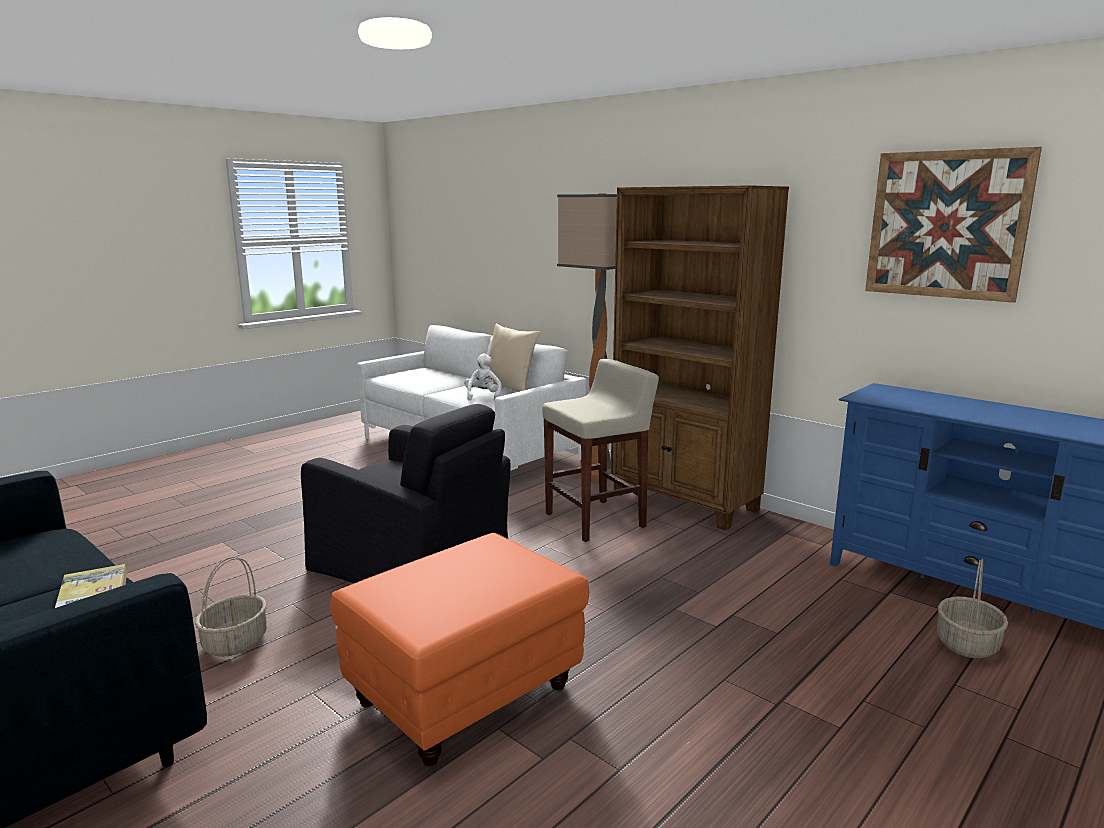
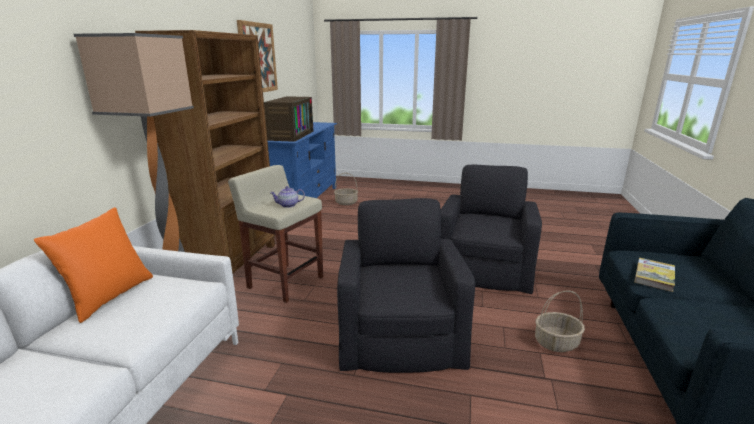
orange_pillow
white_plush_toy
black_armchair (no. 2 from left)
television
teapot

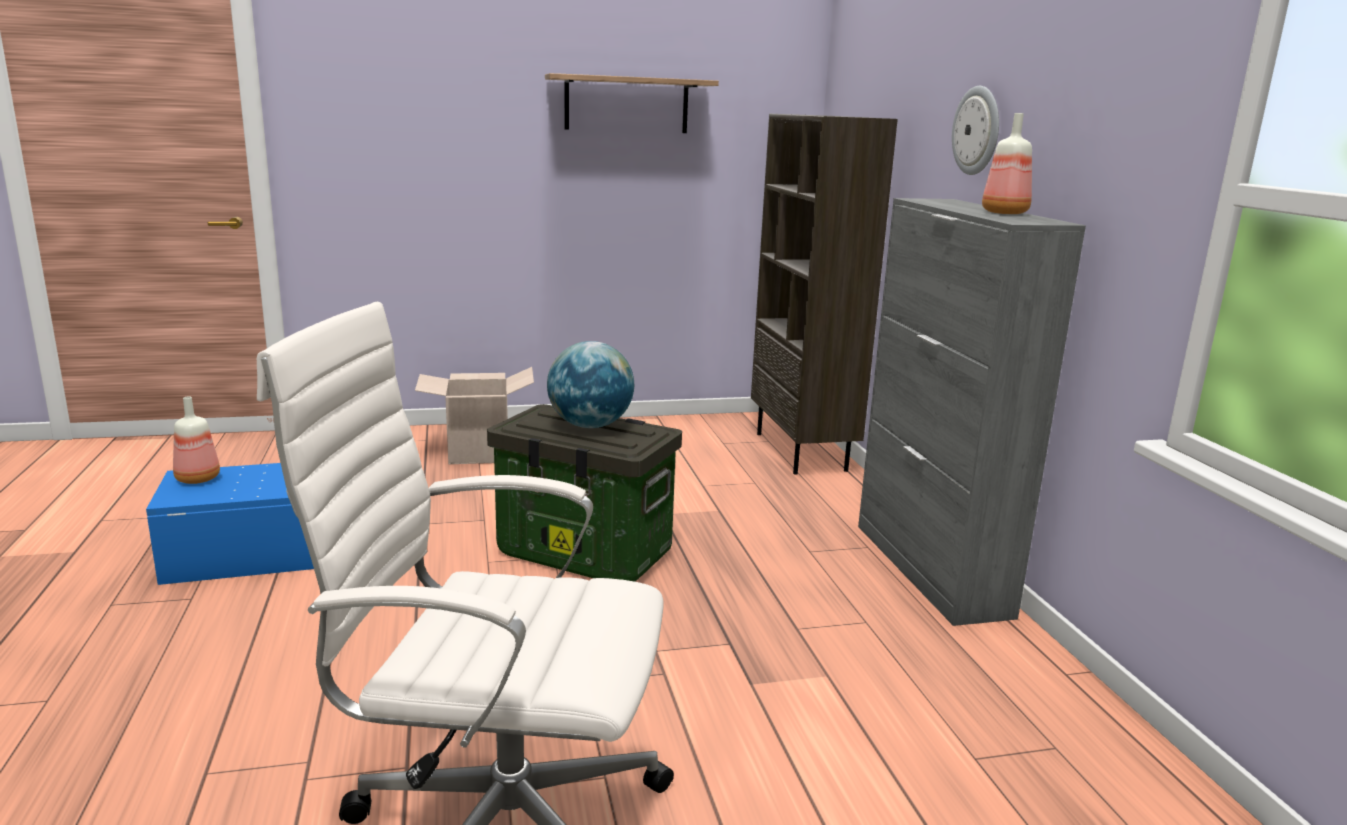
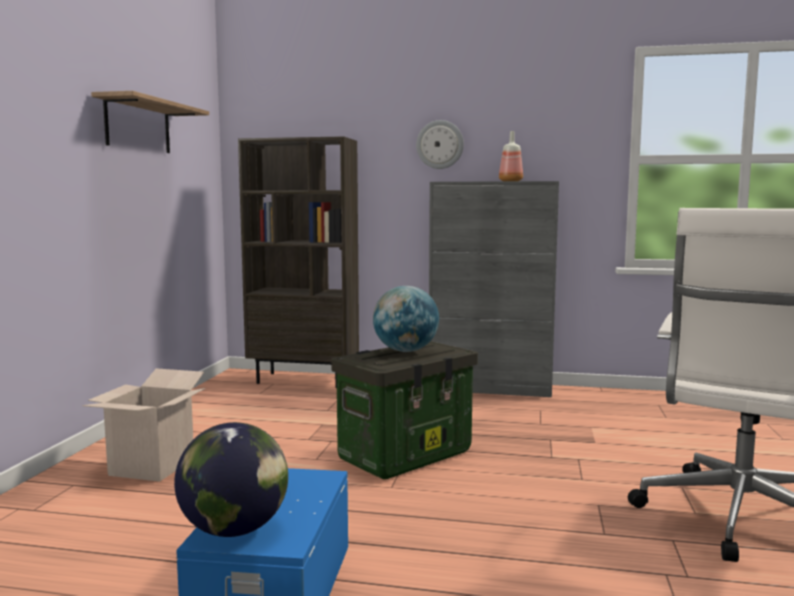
globe (no. 1 from left)

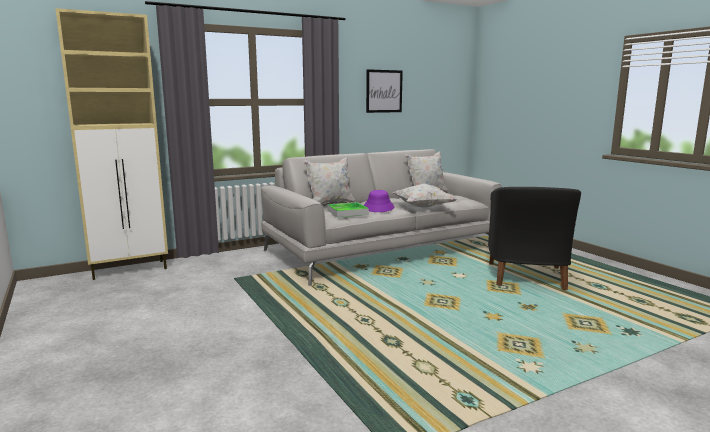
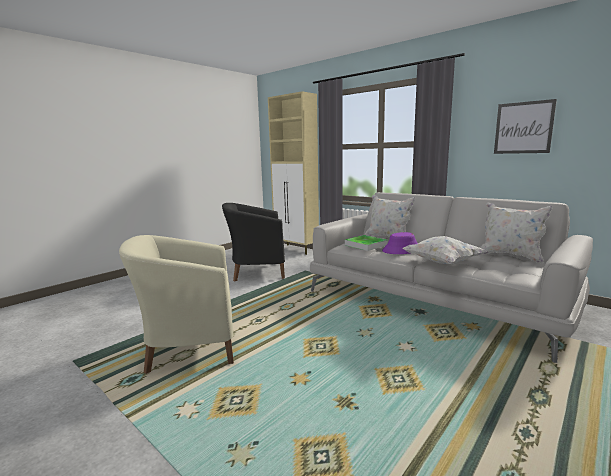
black_armchair
beige_armchair

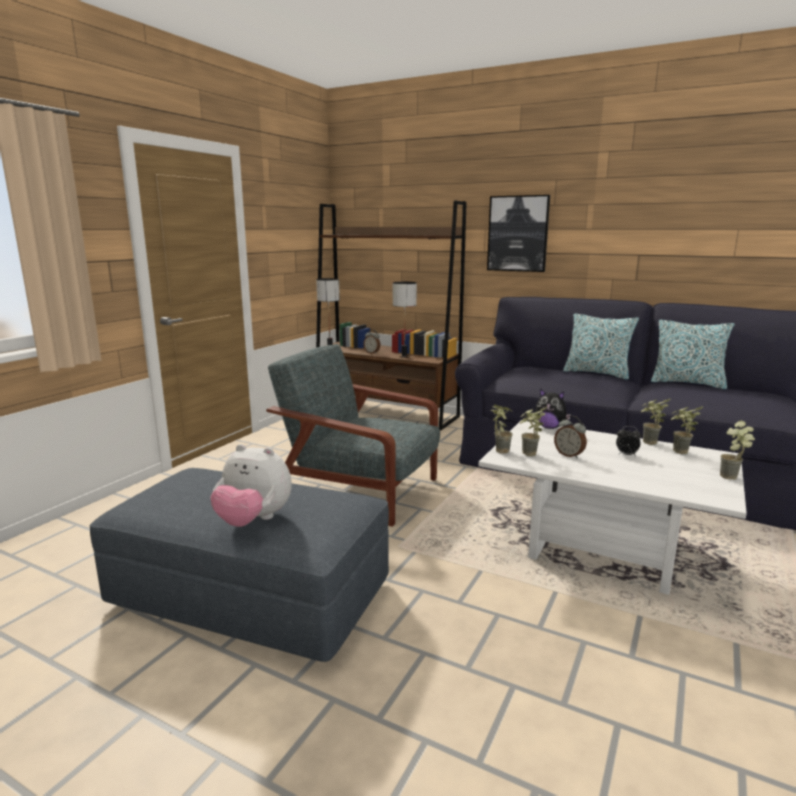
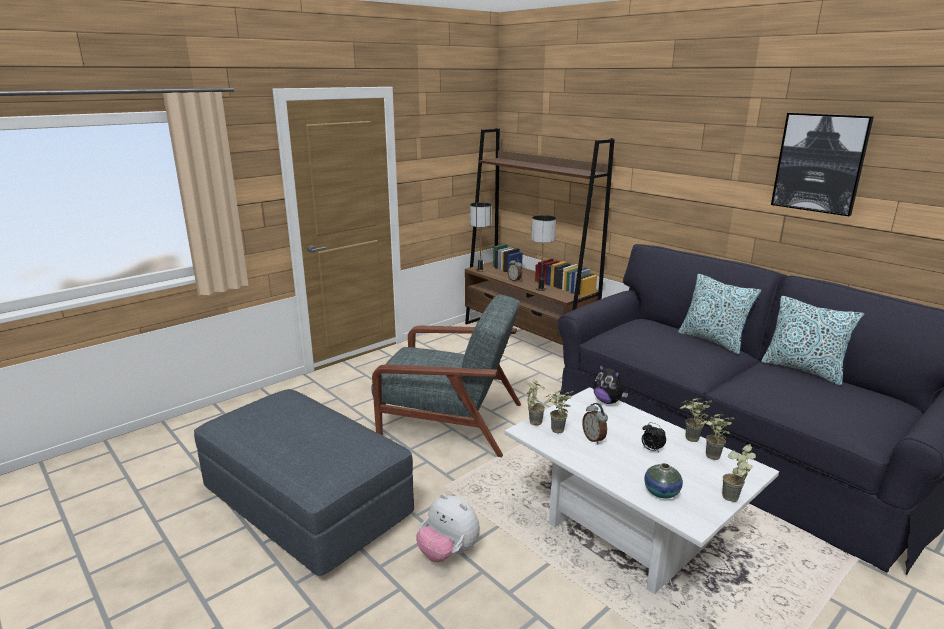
picture
grey_armchair
plush_toy (no. 1 from left)
vase

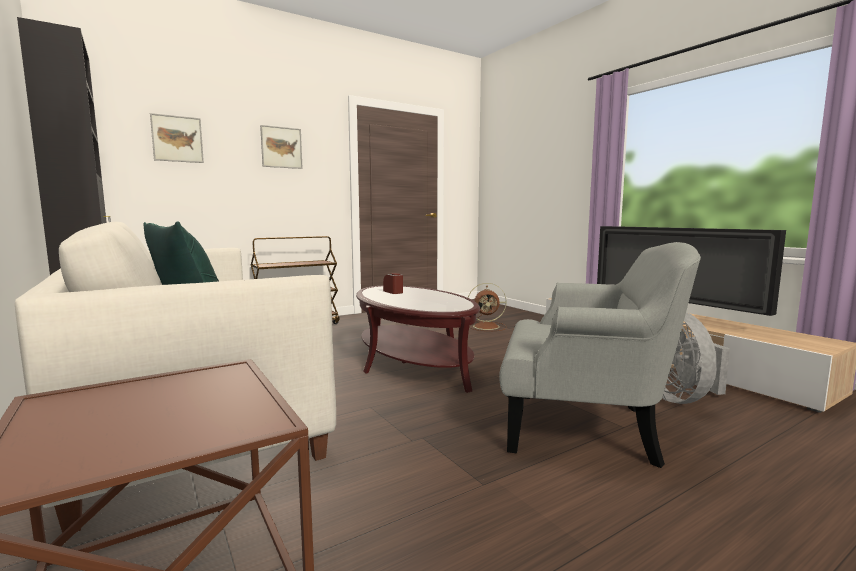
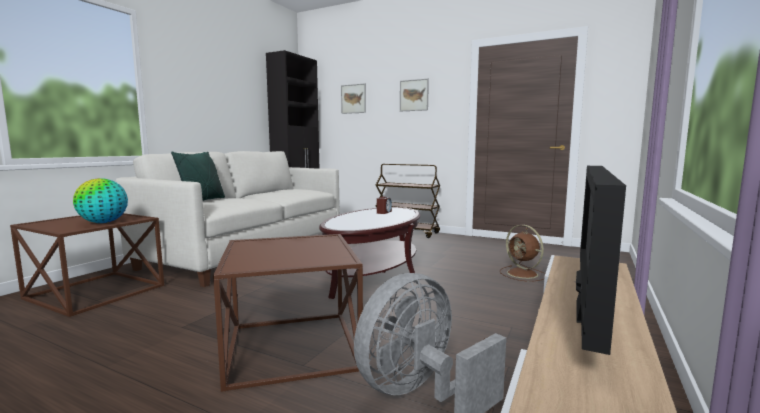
brown_side_table (no. 2 from left)
globe

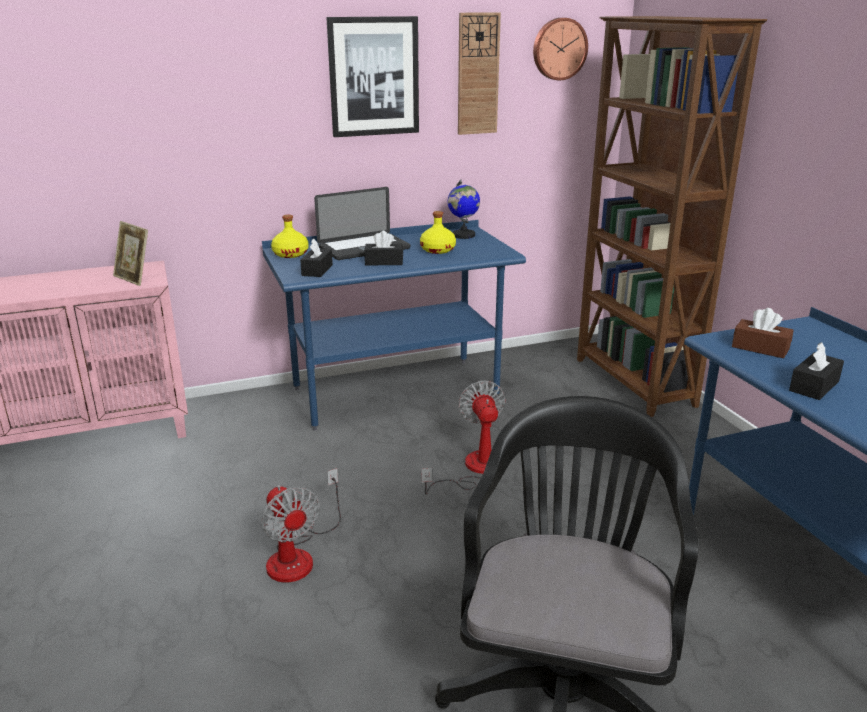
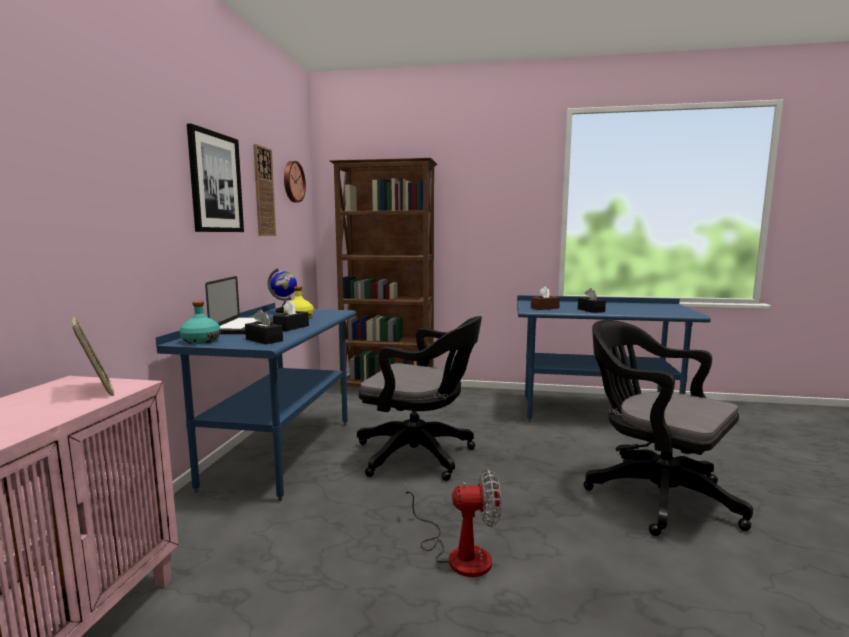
turquoise_bottle
picture_frame
black_office_chair (no. 1 from left)

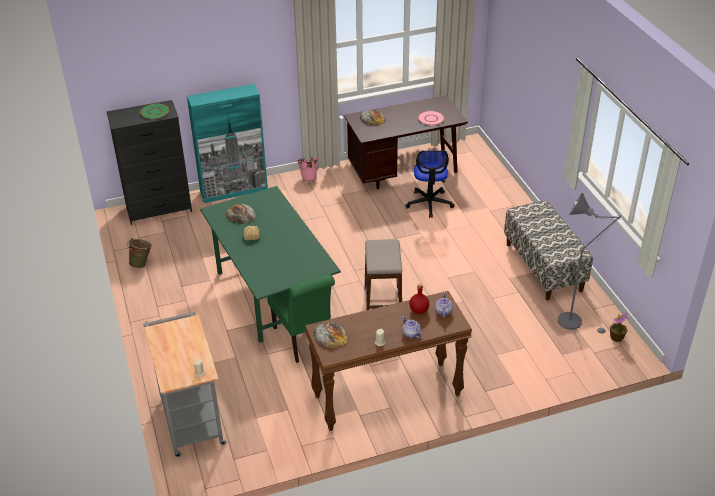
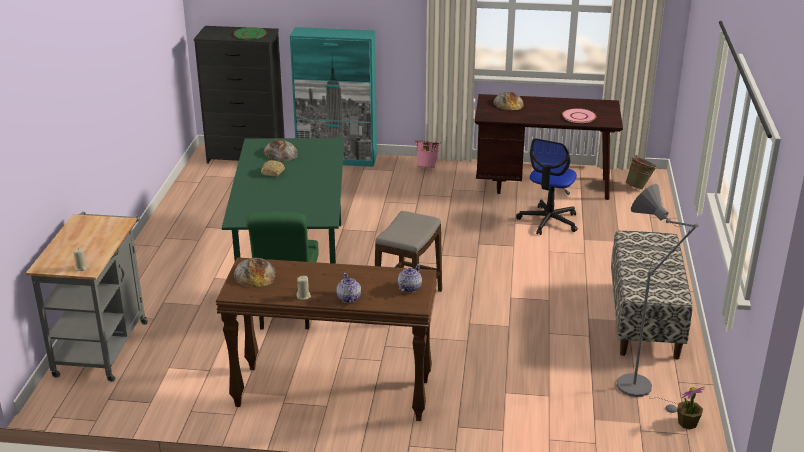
green_bucket
red_bottle

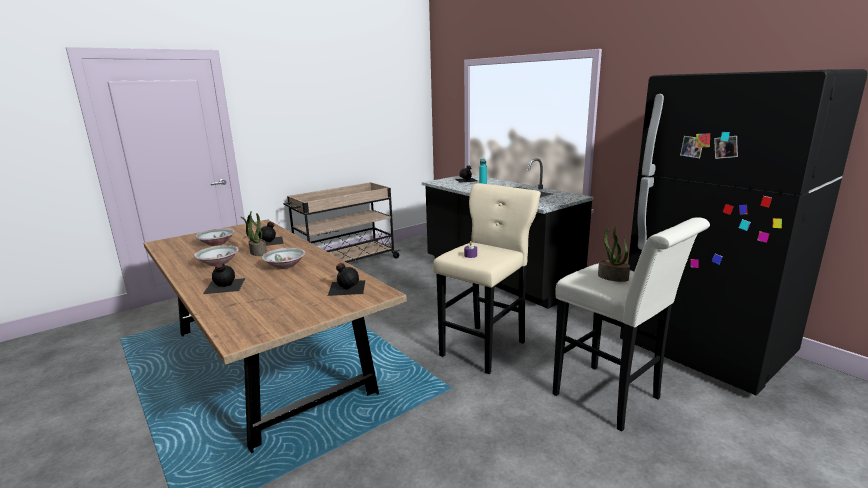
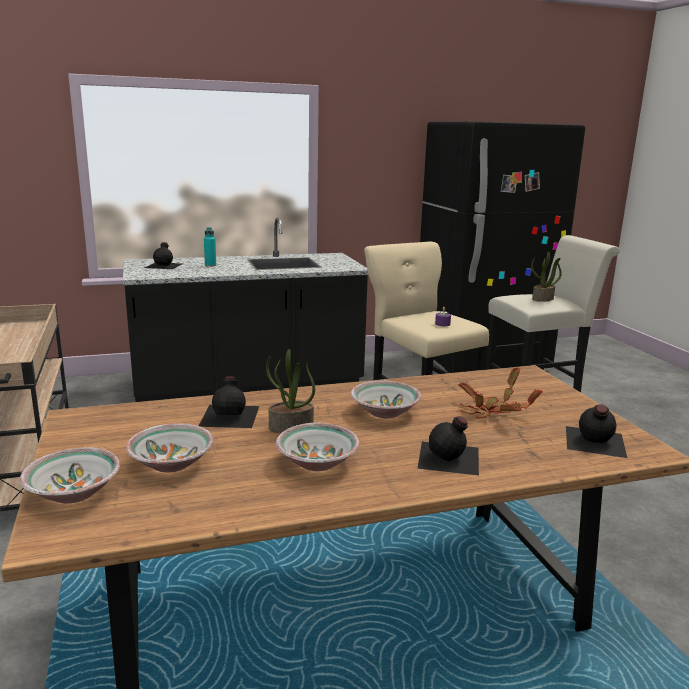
black_bottle (no. 4 from left)
potted_plant (no. 2 from left)
bowl (no. 1 from left)

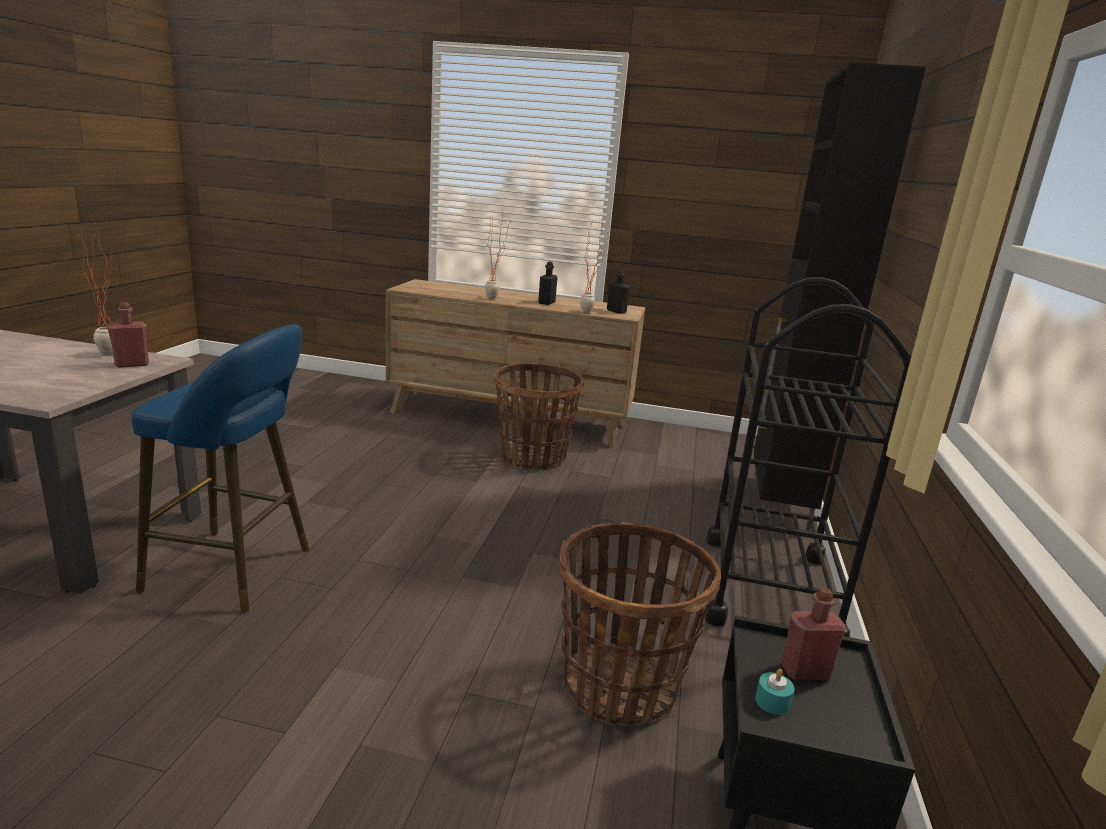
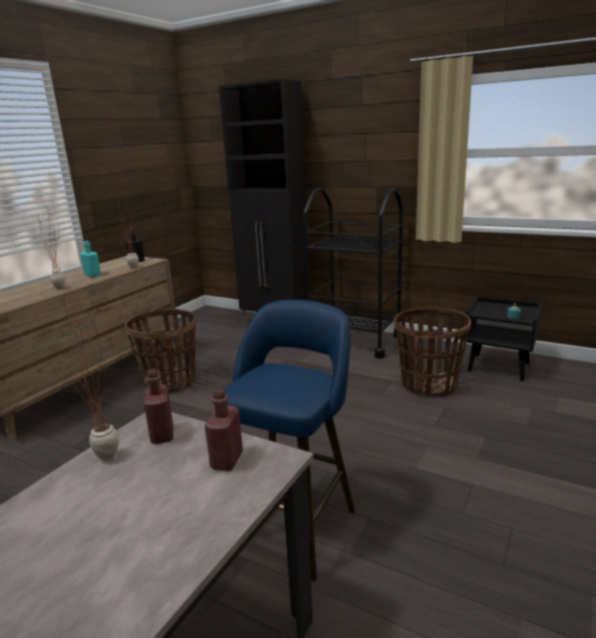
turquoise_bottle
red_bottle (no. 2 from left)

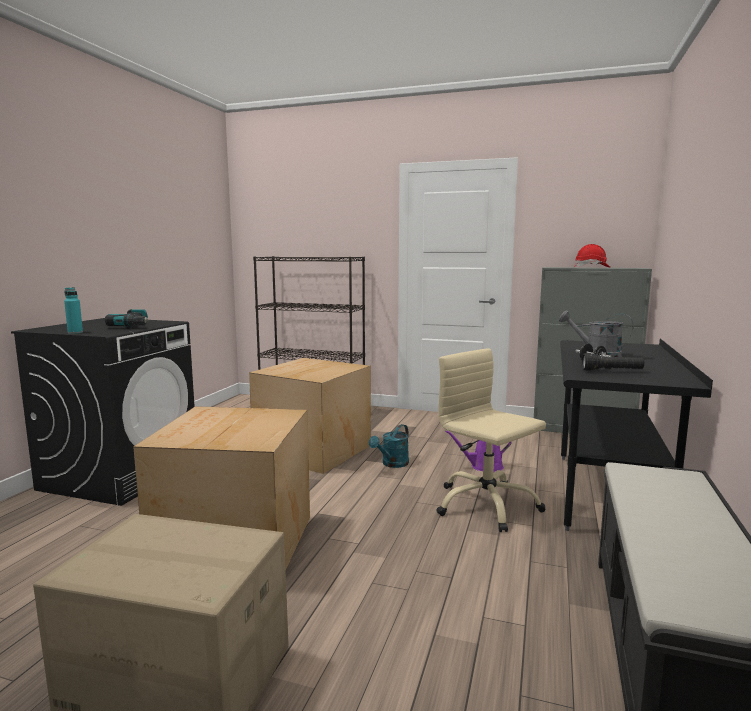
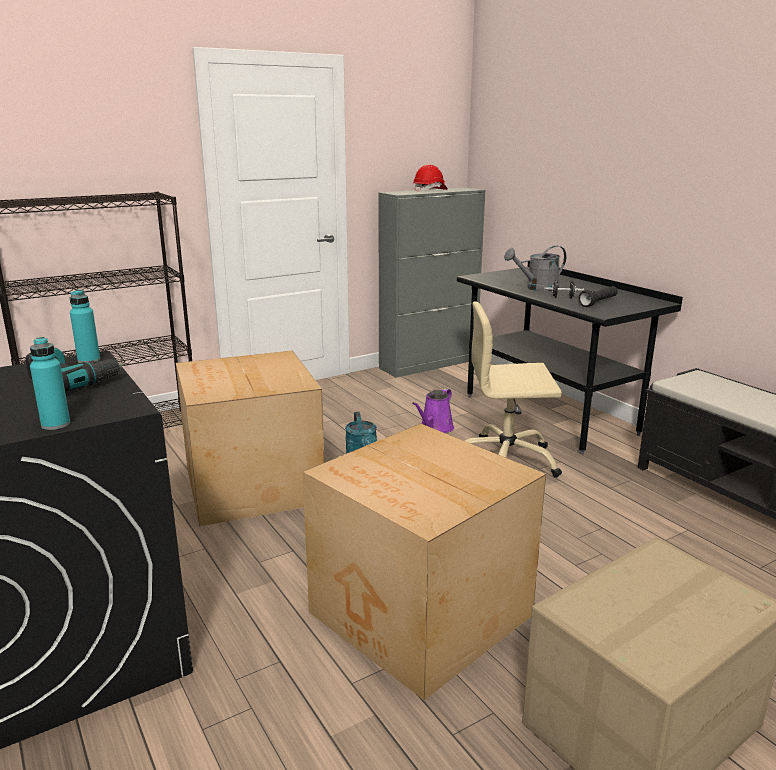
turquoise_bottle (no. 2 from left)

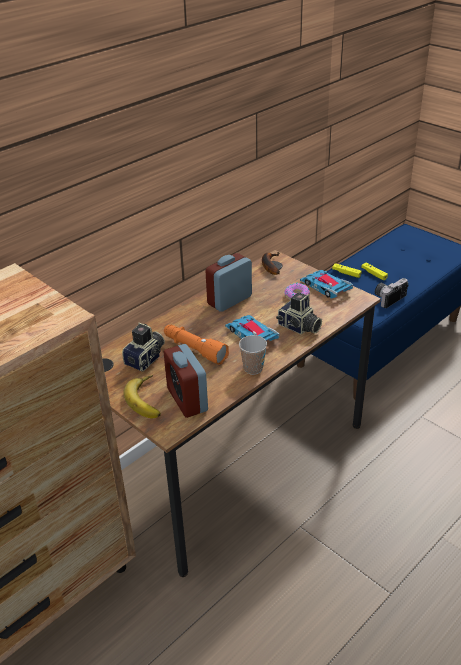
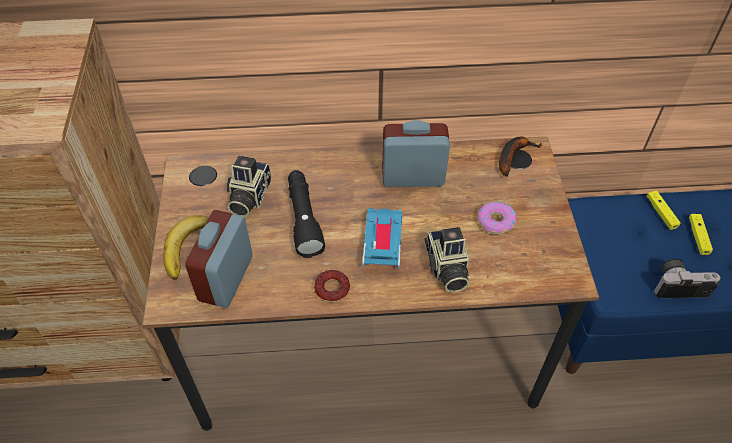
toy_car (no. 2 from left in the first image)
photo_camera (no. 1 from left)
black_flashlight
donut (no. 1 from left)

